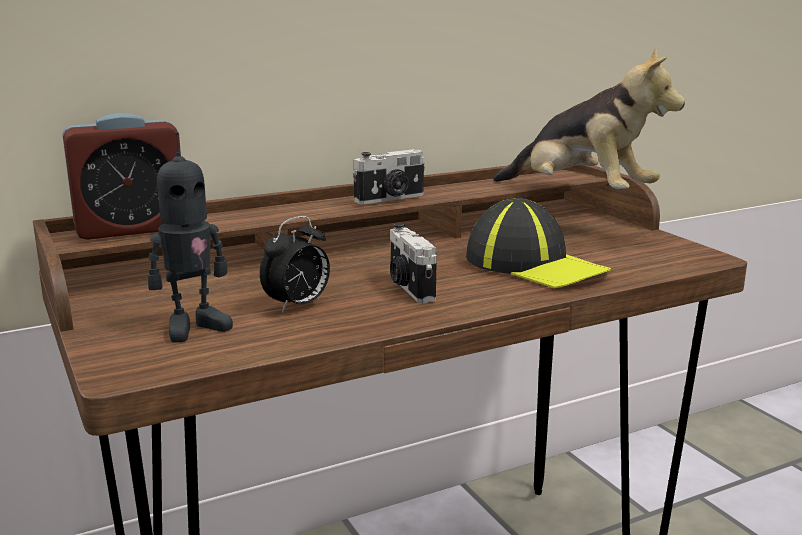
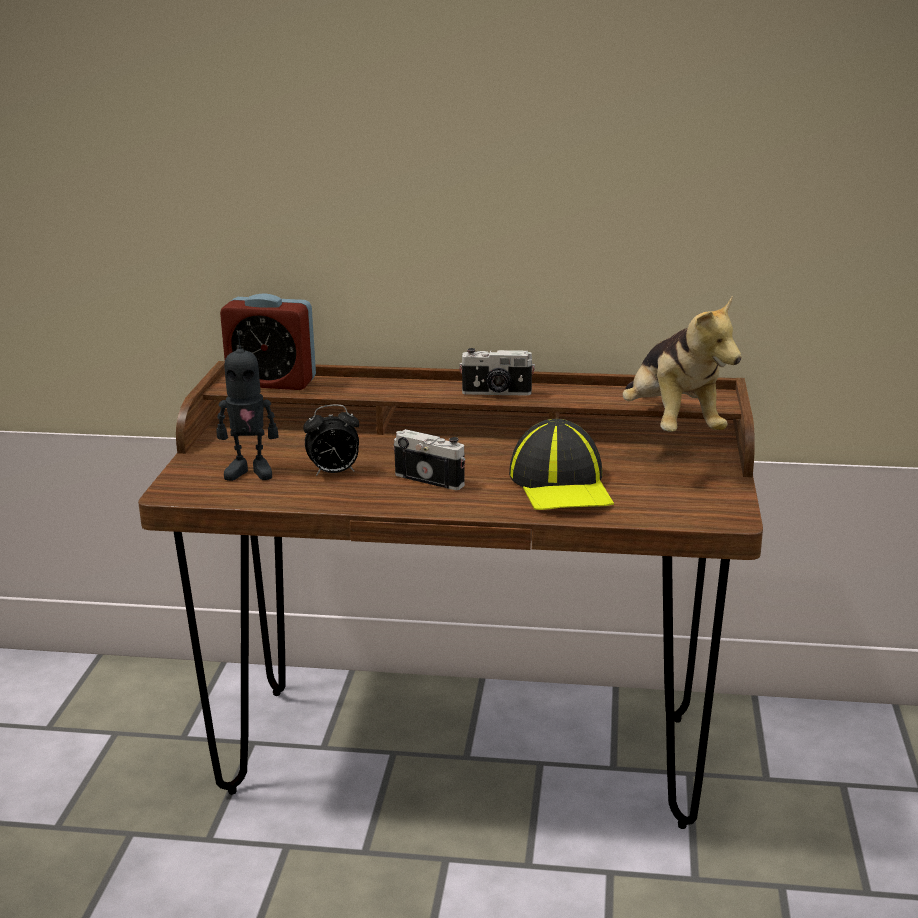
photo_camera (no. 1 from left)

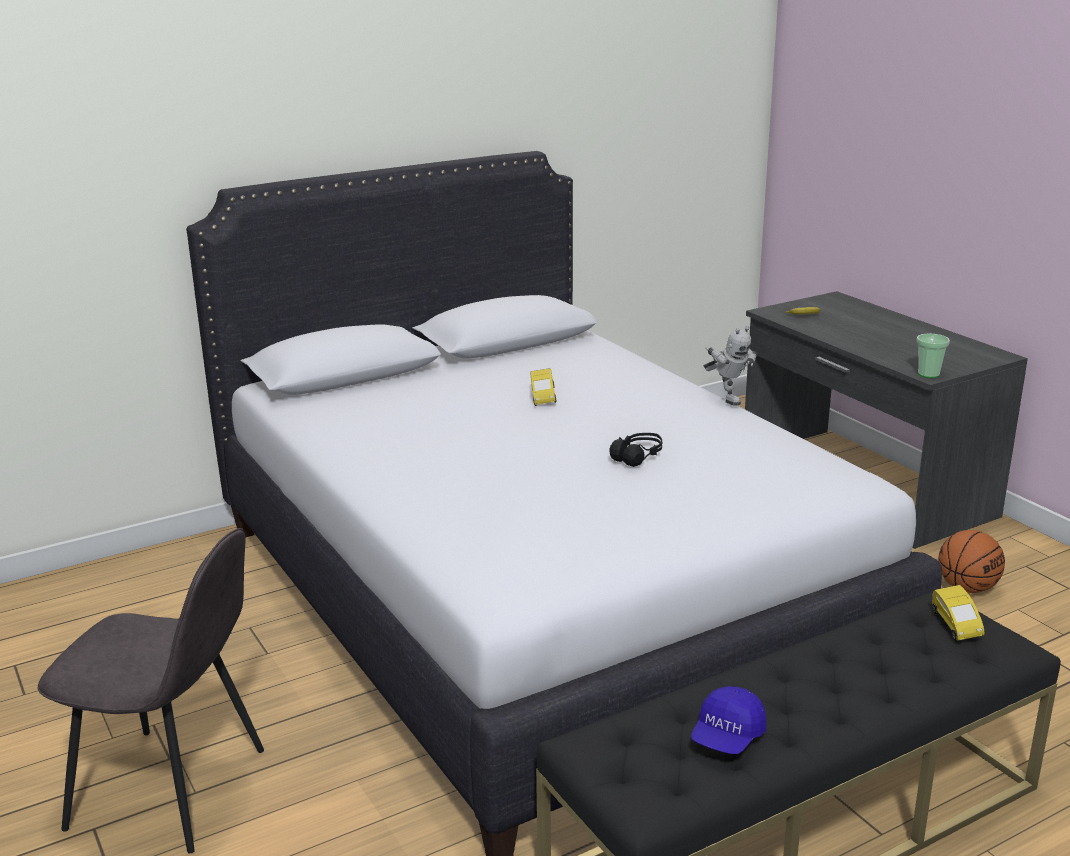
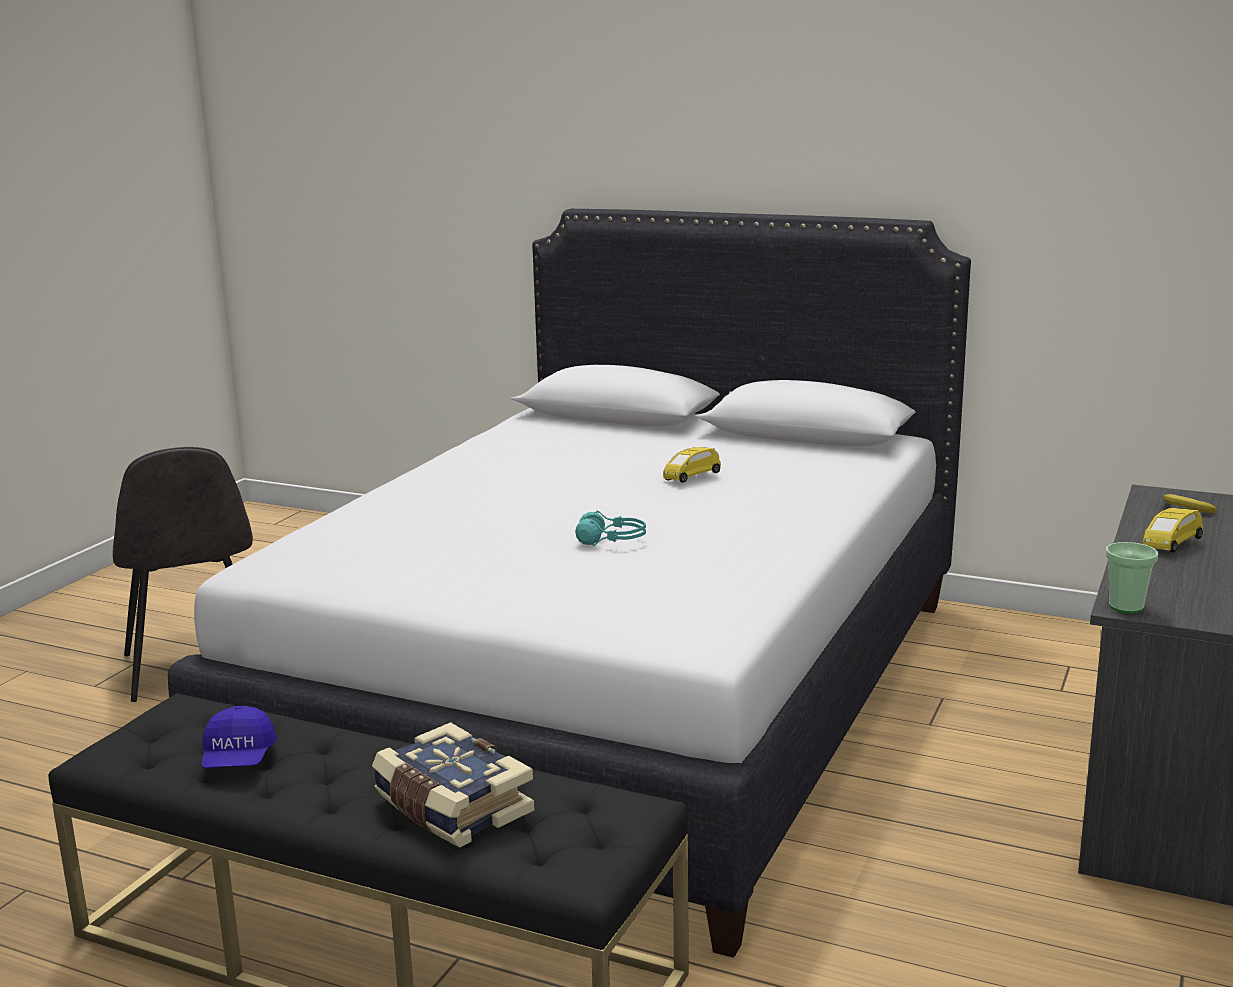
toy_robot
turquoise_headphones
basketball
yellow_toy_car (no. 2 from left)
blue_cap
book

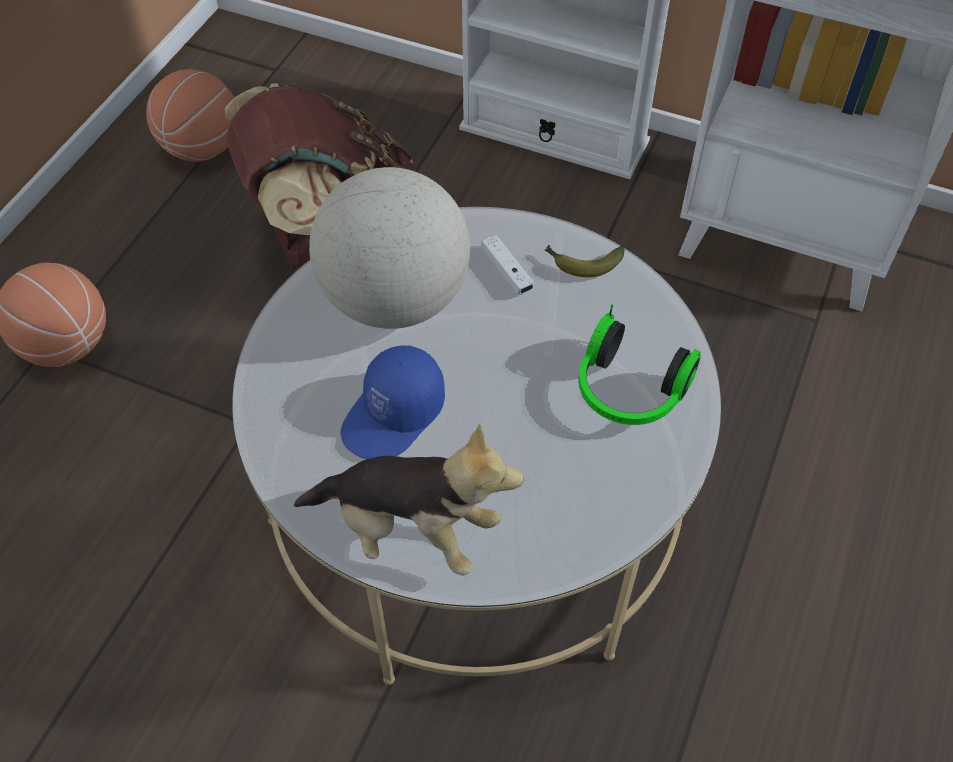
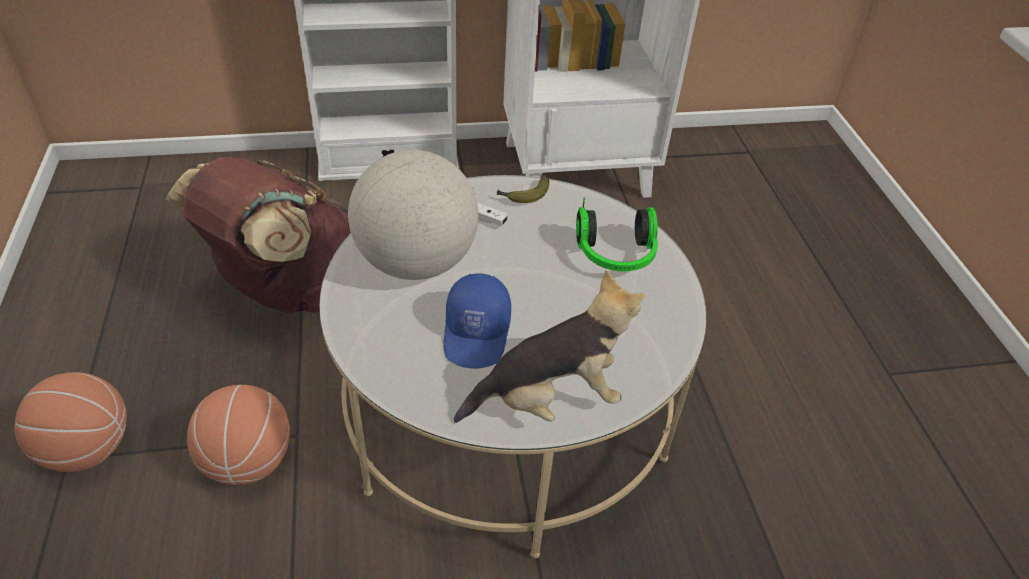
basketball (no. 2 from left)

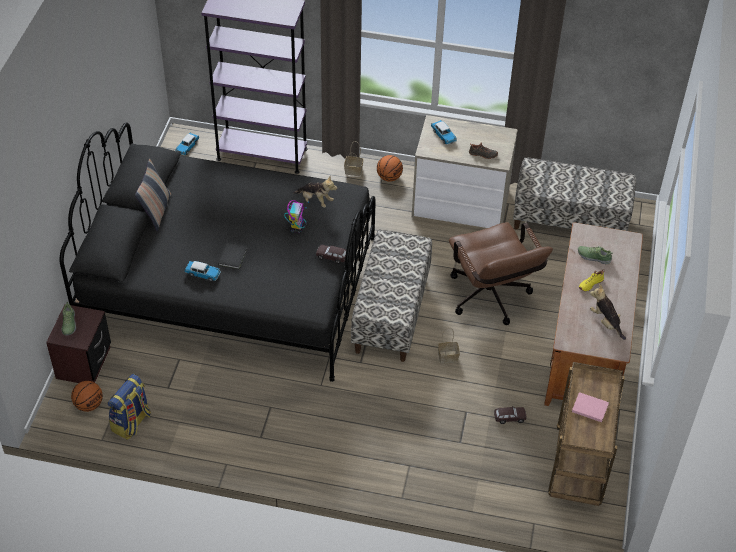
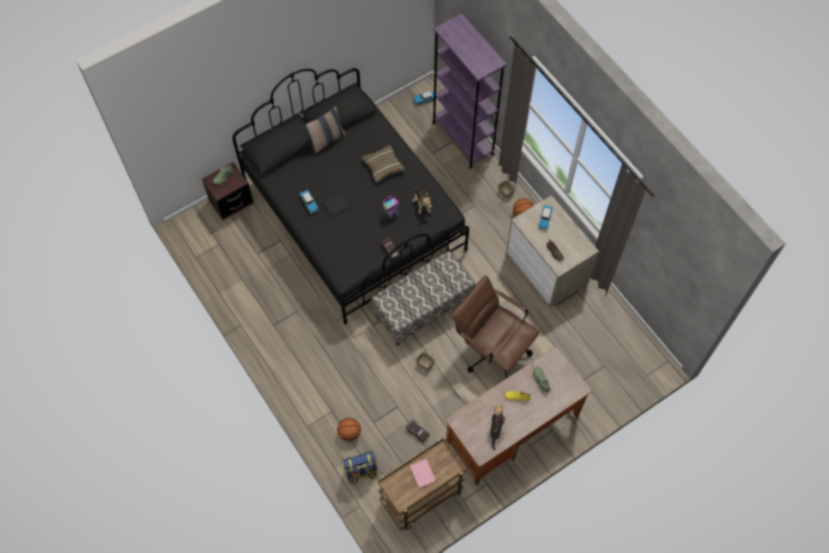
bench (no. 2 from left in the first image)
brown_office_chair
backpack
basketball (no. 1 from left)
pillow (no. 2 from left)

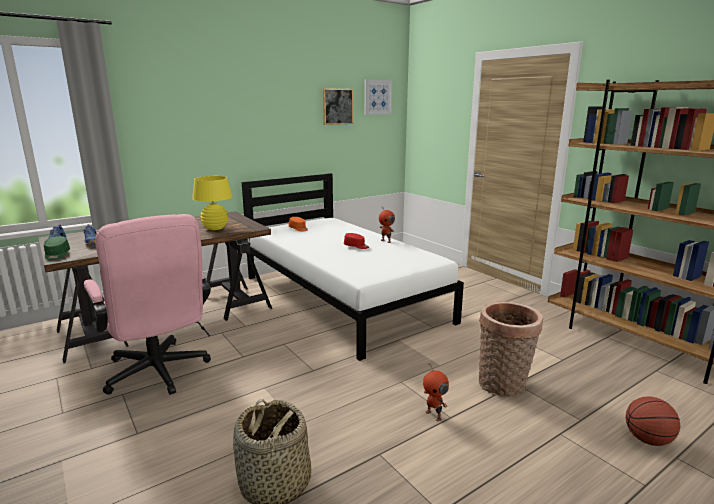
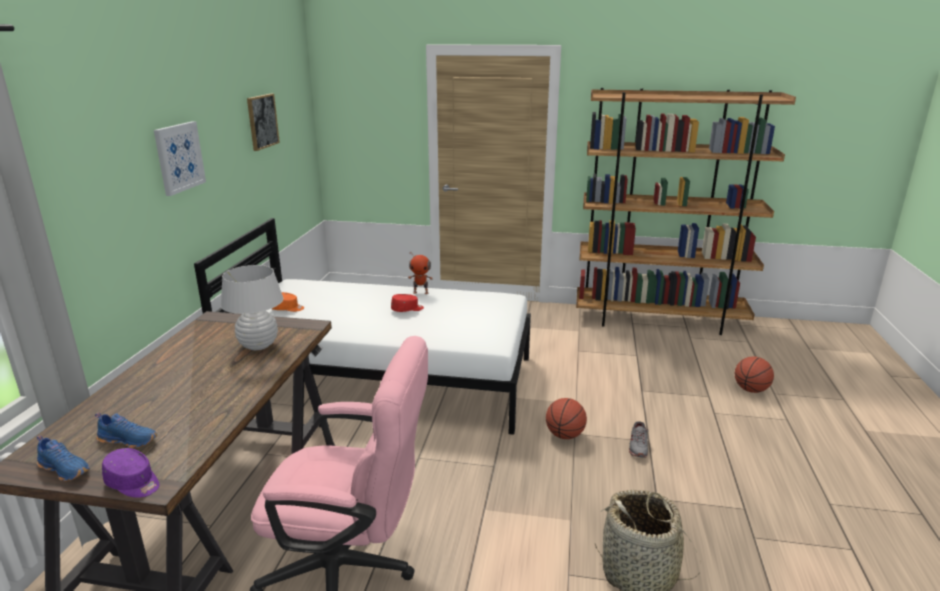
picture (no. 1 from left)
white_table_lamp
purple_cap
basket (no. 2 from left in the first image)
grey_shoe
basketball (no. 1 from left)

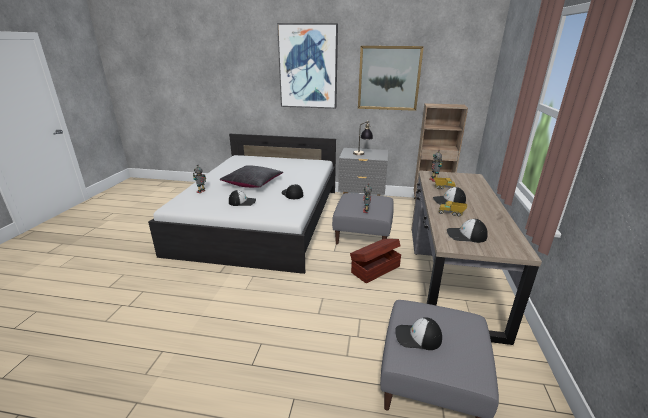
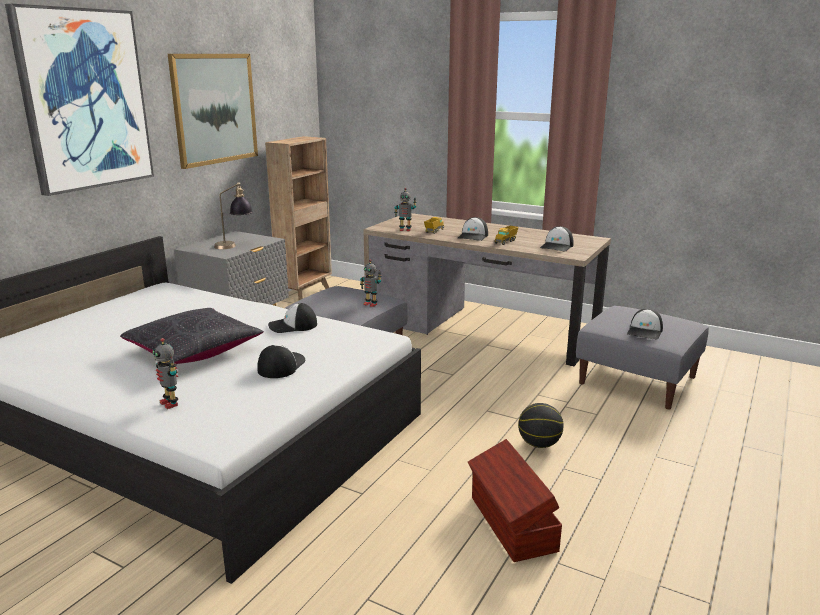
brown_storage_box
basketball

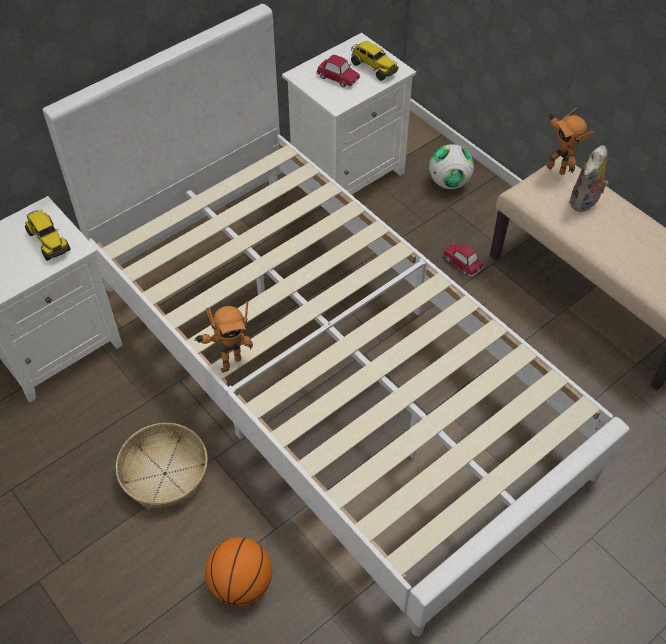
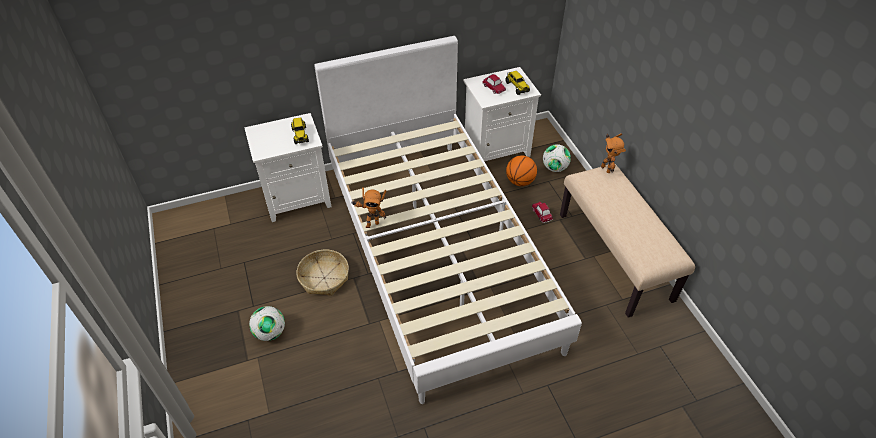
plush_toy
basketball
football (no. 1 from left)

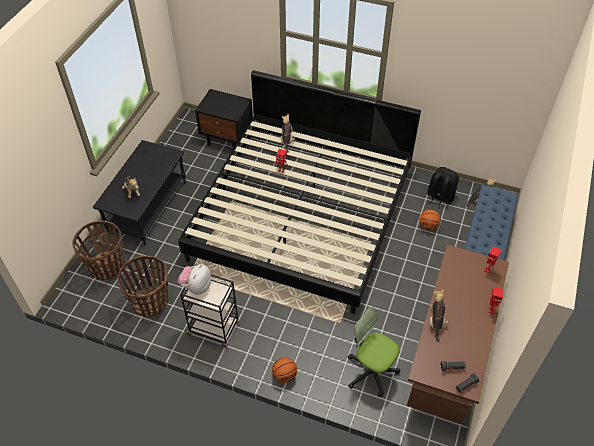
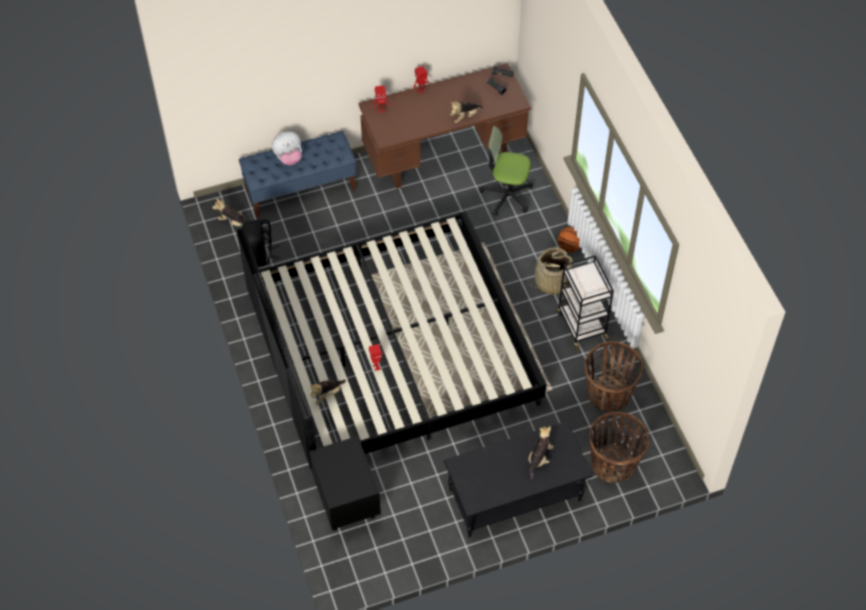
basketball (no. 2 from left in the first image)
plush_toy (no. 2 from left)
office_chair
basket (no. 1 from left)

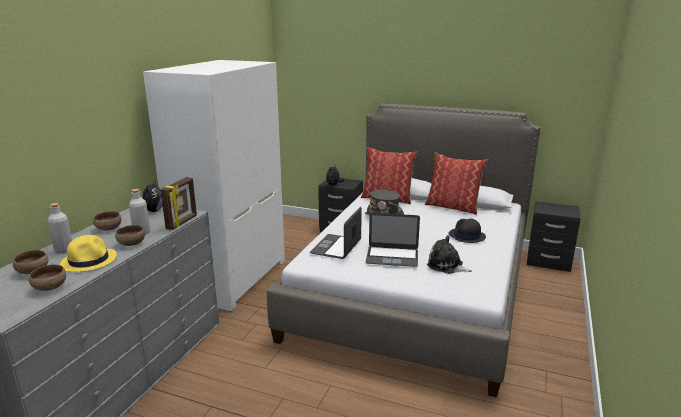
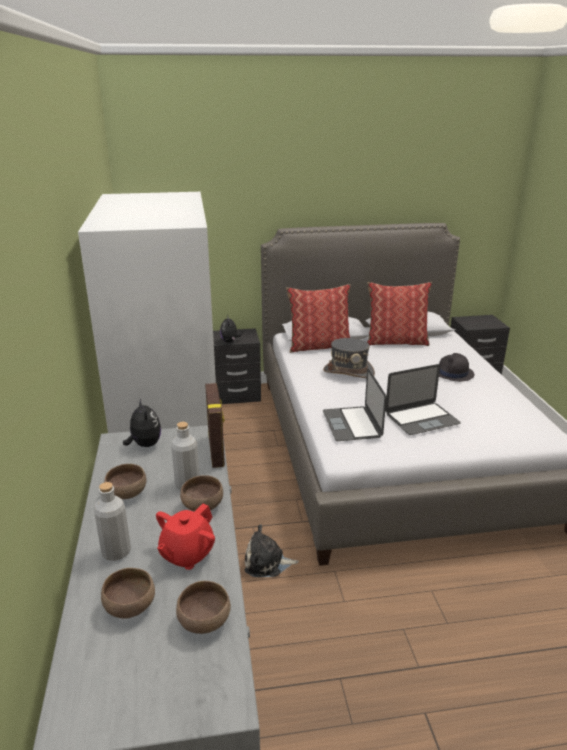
red_teapot
plush_toy (no. 3 from left)

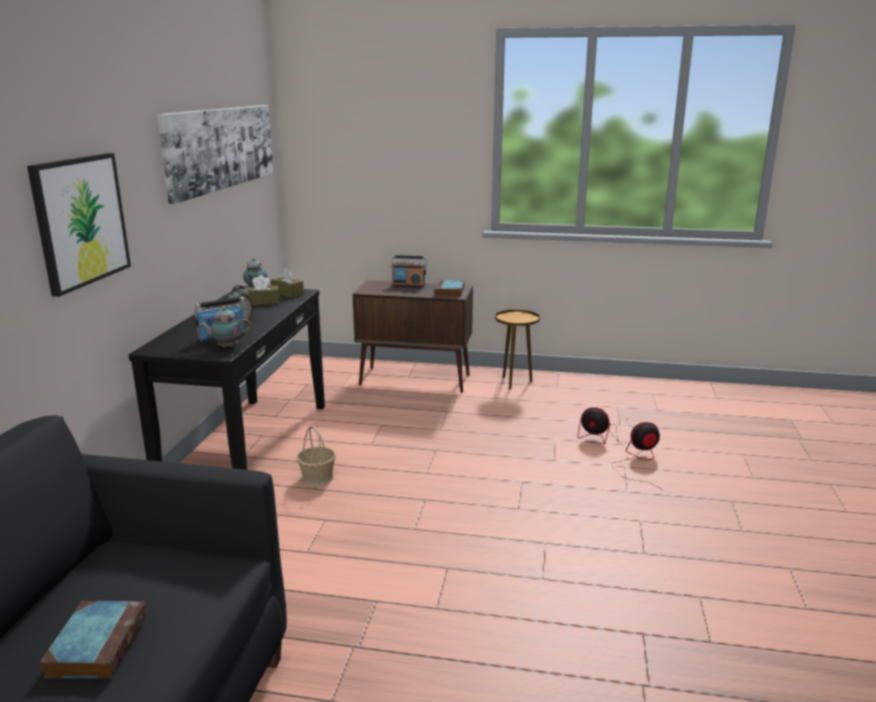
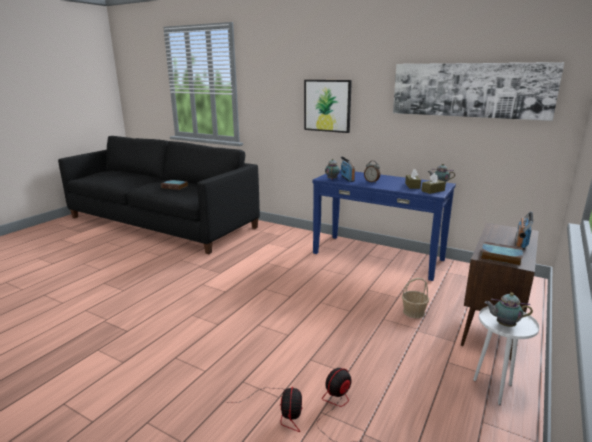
blue_console_table
white_side_table
basket
teapot (no. 3 from left)

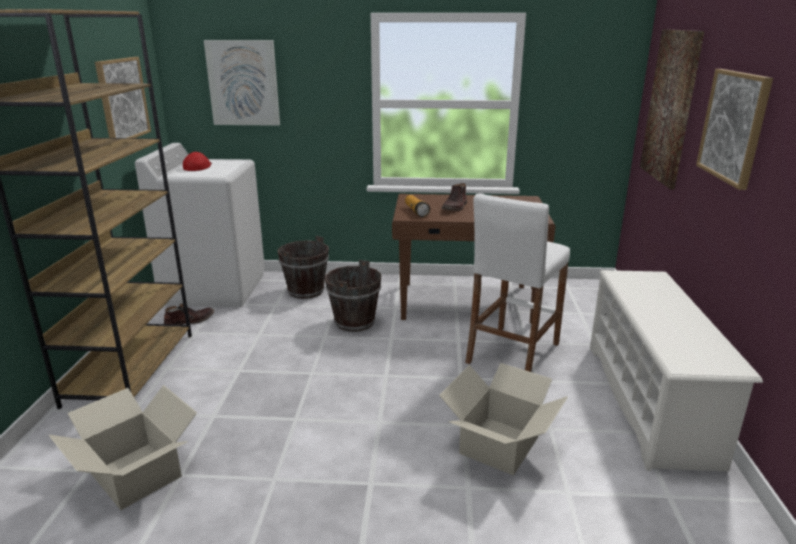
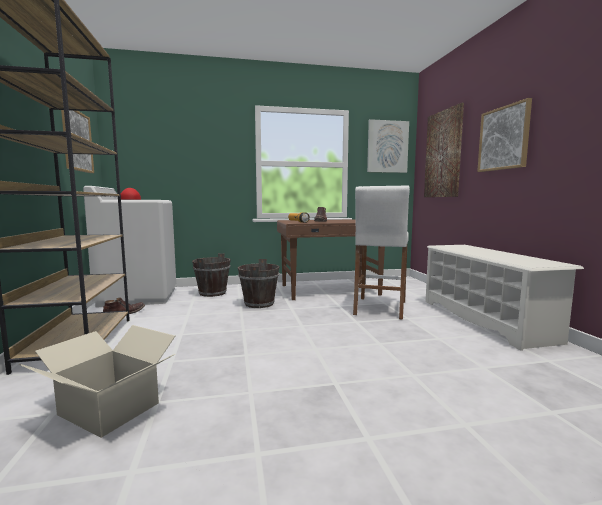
picture (no. 2 from left)
cardboard_box (no. 2 from left in the first image)

